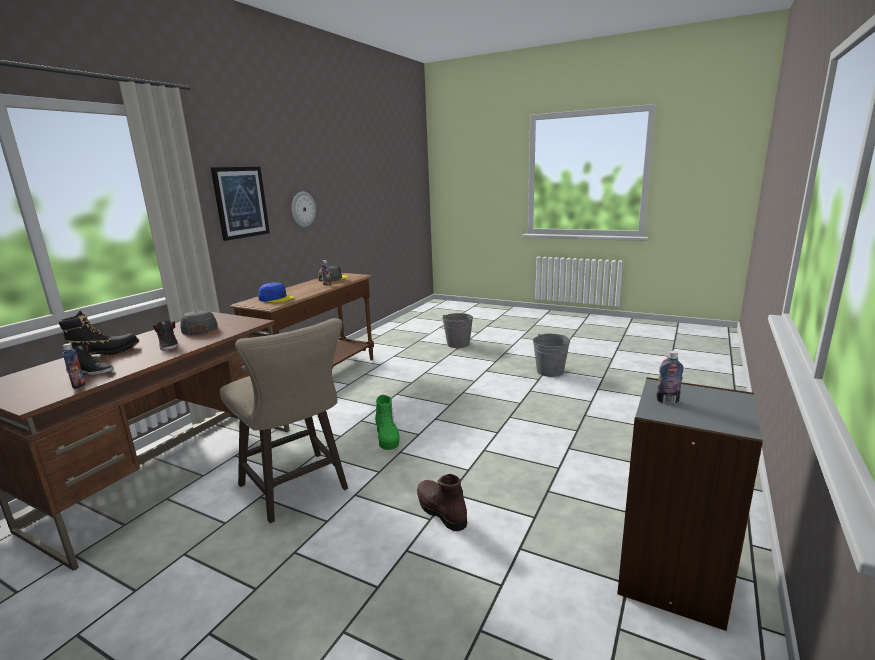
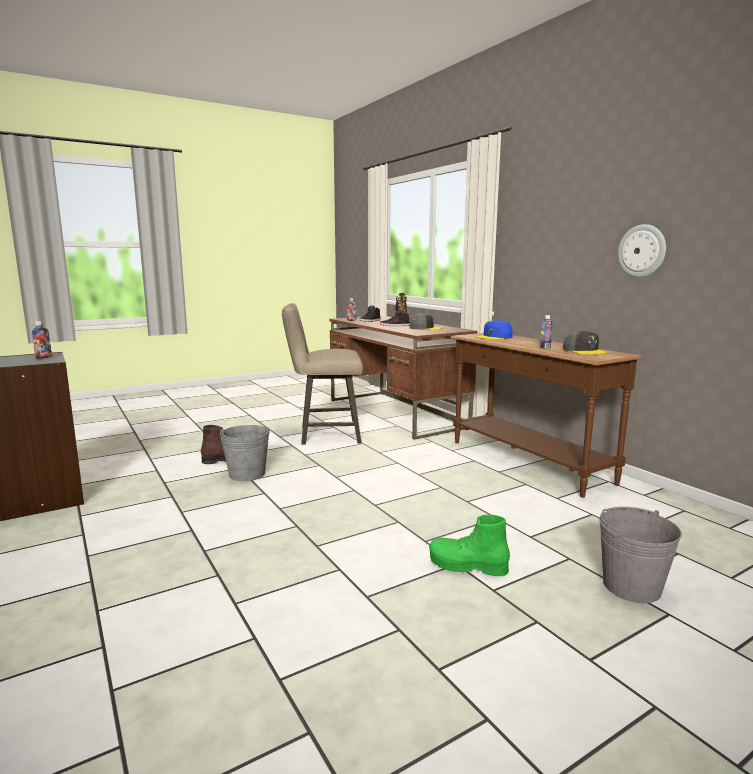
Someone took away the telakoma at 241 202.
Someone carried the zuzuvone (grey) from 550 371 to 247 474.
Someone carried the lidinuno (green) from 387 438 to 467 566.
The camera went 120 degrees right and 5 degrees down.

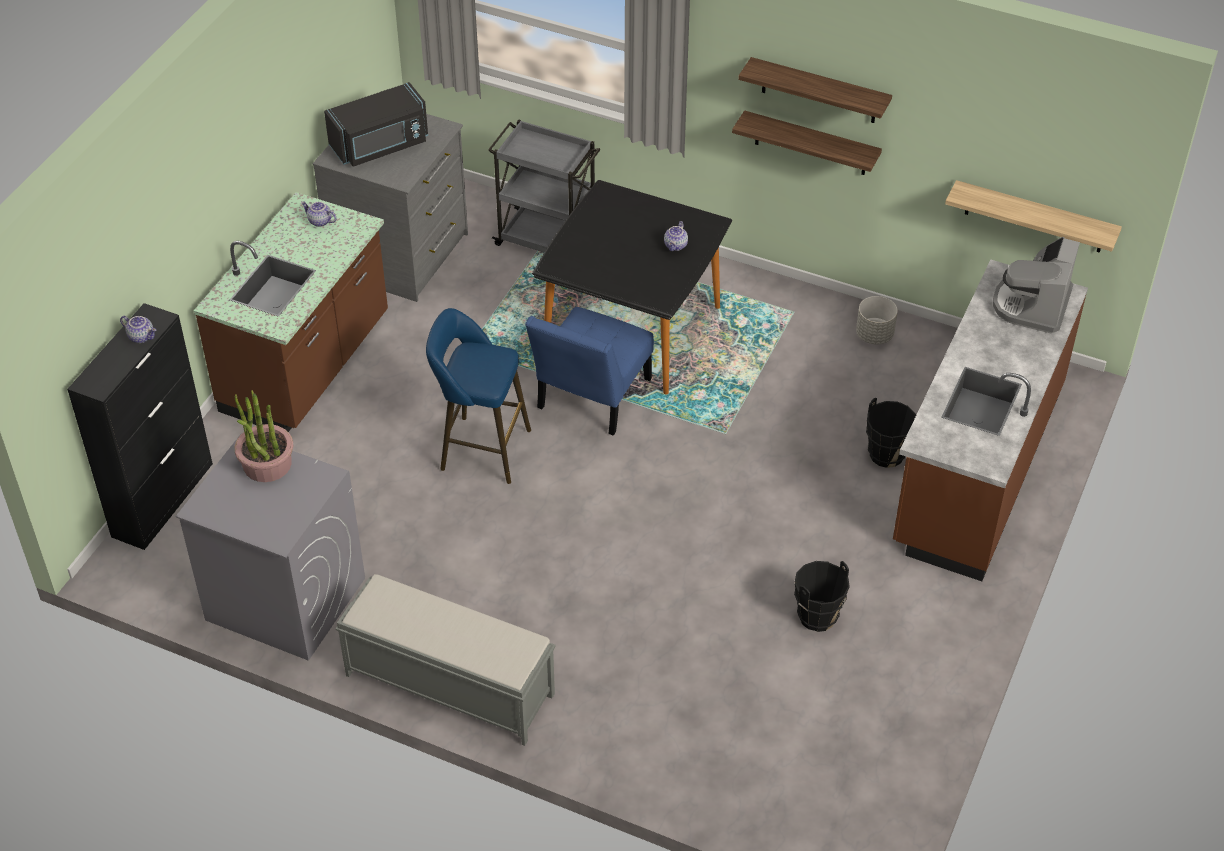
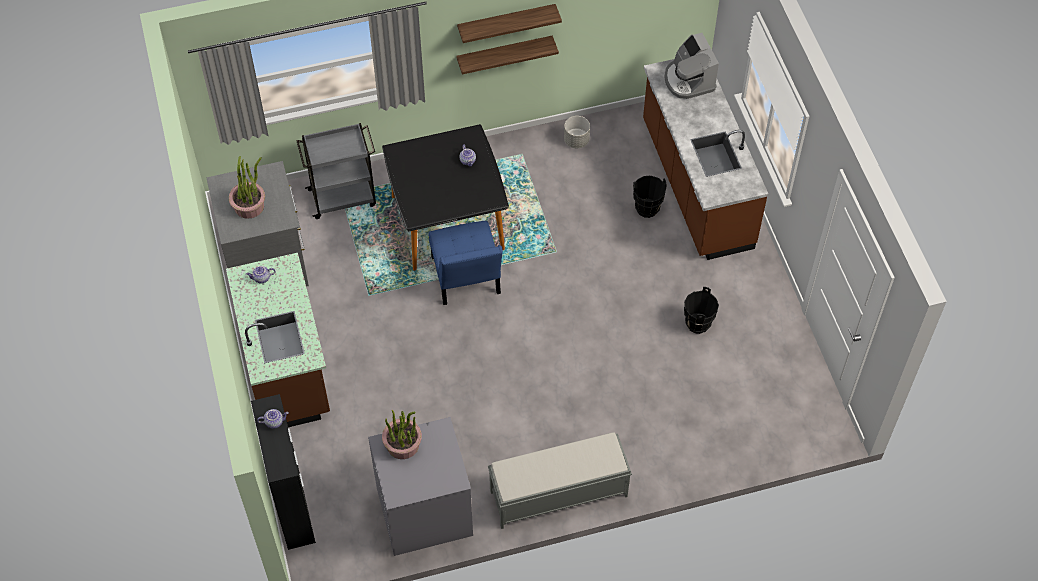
Someone swapped the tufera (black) at 380 145 for the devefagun at 249 206.
Someone took away the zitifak at 1034 217.
Someone took away the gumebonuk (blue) at 480 449.
The camera went 40 degrees left and 10 degrees up.

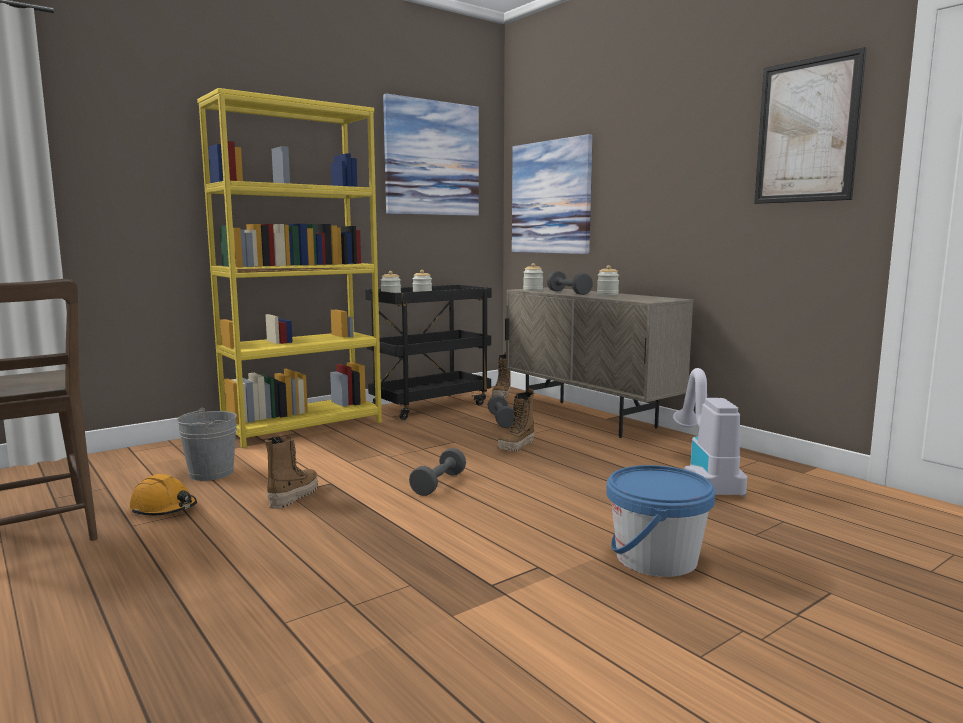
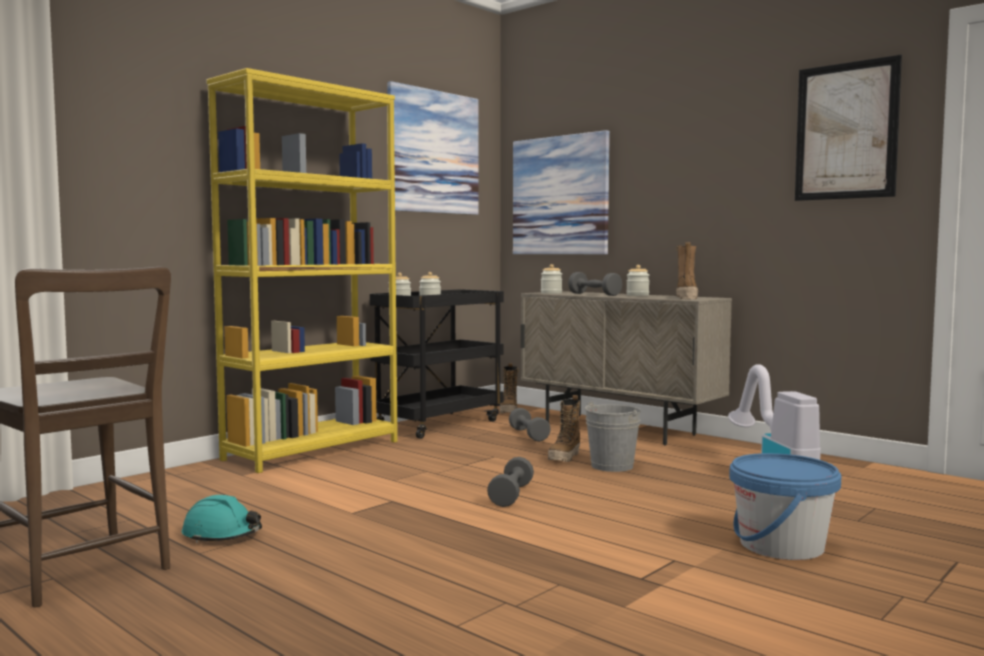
Someone carried the zuzuvone (grey) from 211 473 to 612 466.
Someone carried the lidinuno from 293 496 to 686 298.
Someone repainted the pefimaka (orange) at 164 509, which became the pefimaka (turquoise) at 222 535.
The camera went 10 degrees left and 5 degrees down.

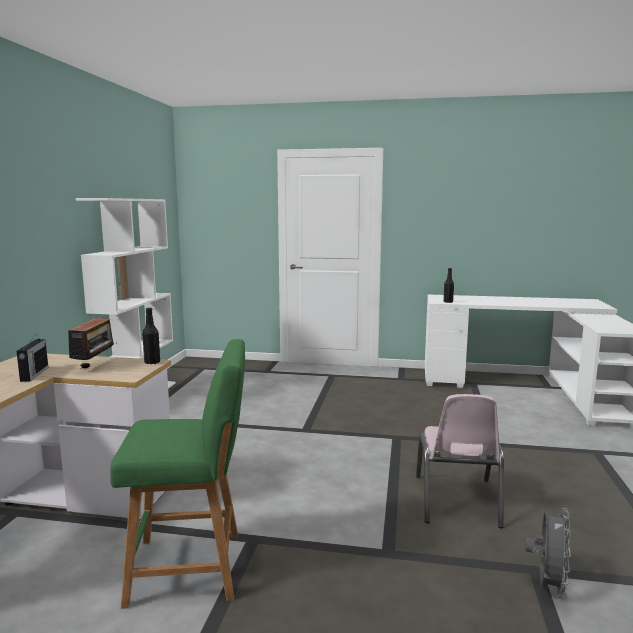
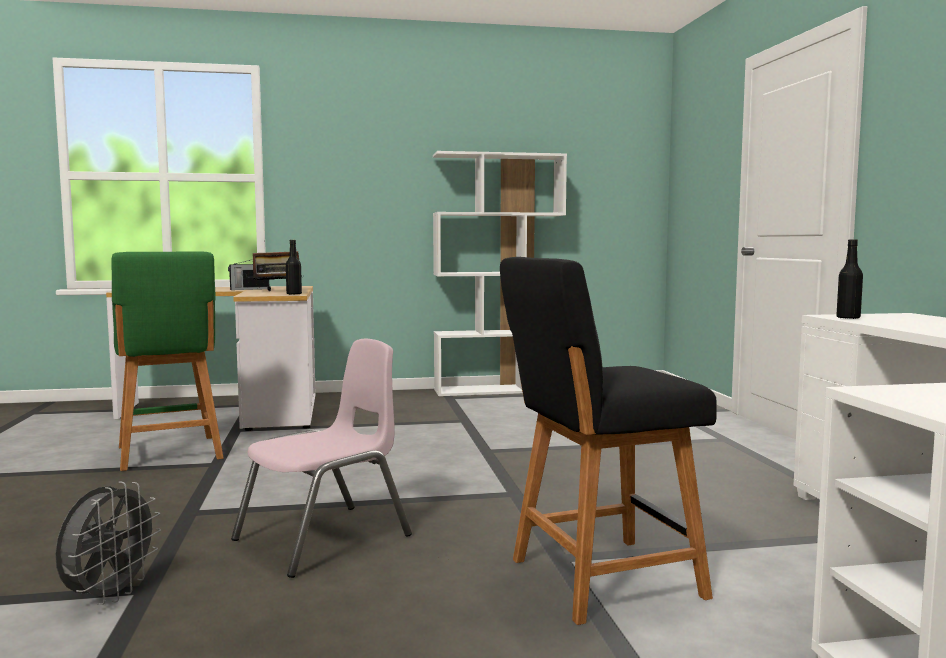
Someone rotated the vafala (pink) at 456 500 by 150 degrees clockwise.
Someone rotated the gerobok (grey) at 547 585 by 75 degrees counterclockwise.
Someone put down the gumebonuk (black) at 597 580.
The camera went 70 degrees right and 5 degrees down.

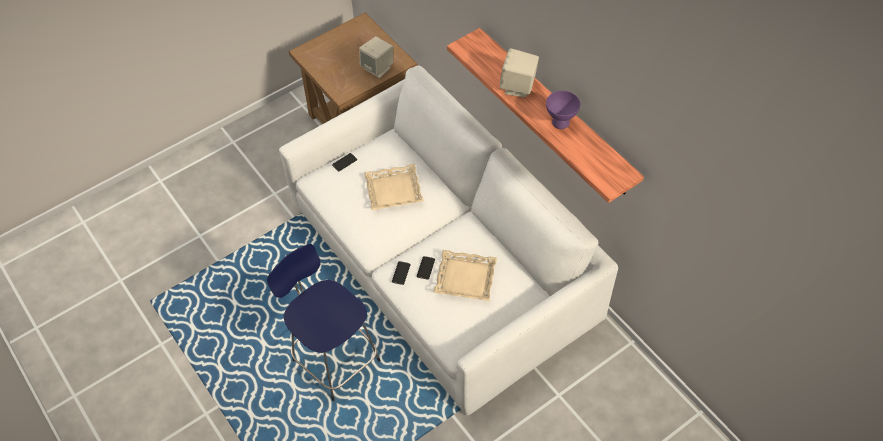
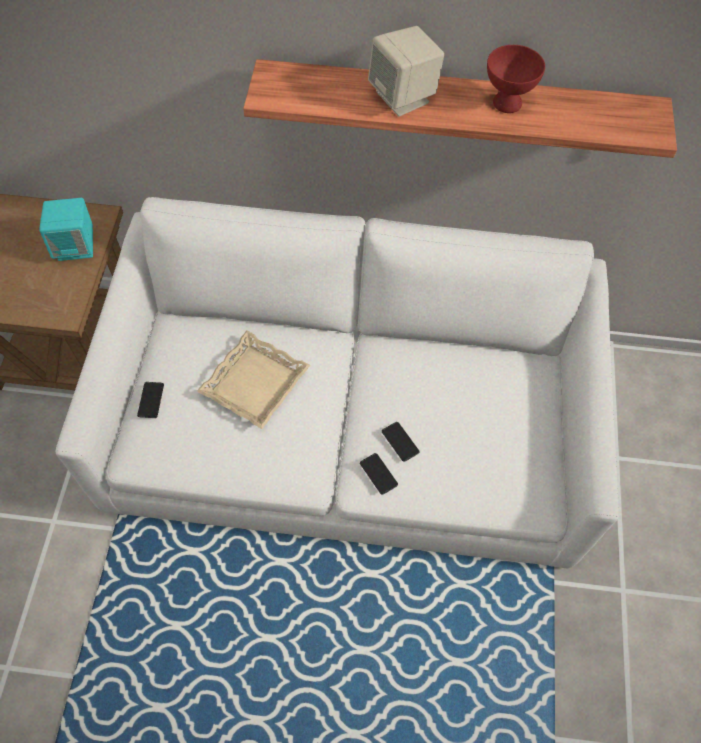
Someone repainted the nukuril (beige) at 378 68, which became the nukuril (turquoise) at 76 247.
Someone repainted the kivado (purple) at 560 122, which became the kivado (red) at 506 103.
Someone took away the gumebonuk (blue) at 334 358.
Someone took away the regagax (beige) at 465 278.
The camera went 50 degrees left and 5 degrees up.

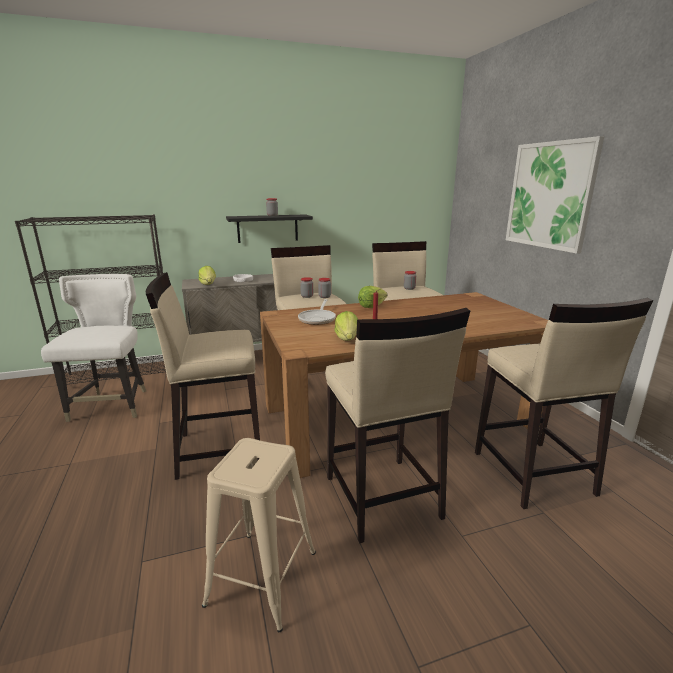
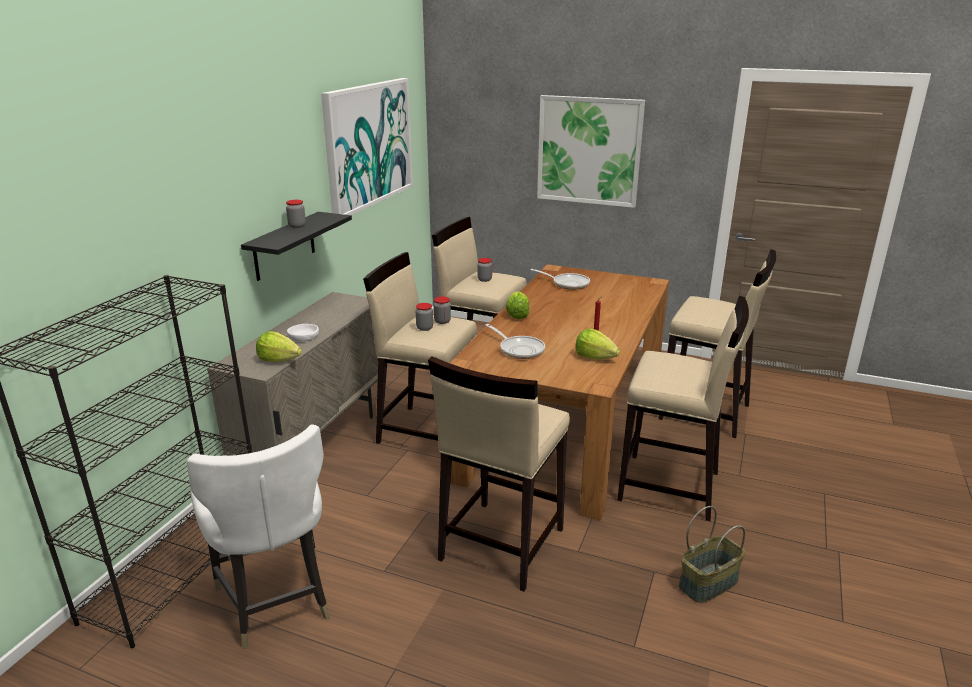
Someone rotated the vafala (white) at 112 406 by 150 degrees counterclockwise.
Someone swapped the gumebonuk (beige) at 262 577 for the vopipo at 708 582.
Someone put up the telakoma at 369 145.
Someone put down the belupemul at 568 283.
The camera went 50 degrees left and 5 degrees up.

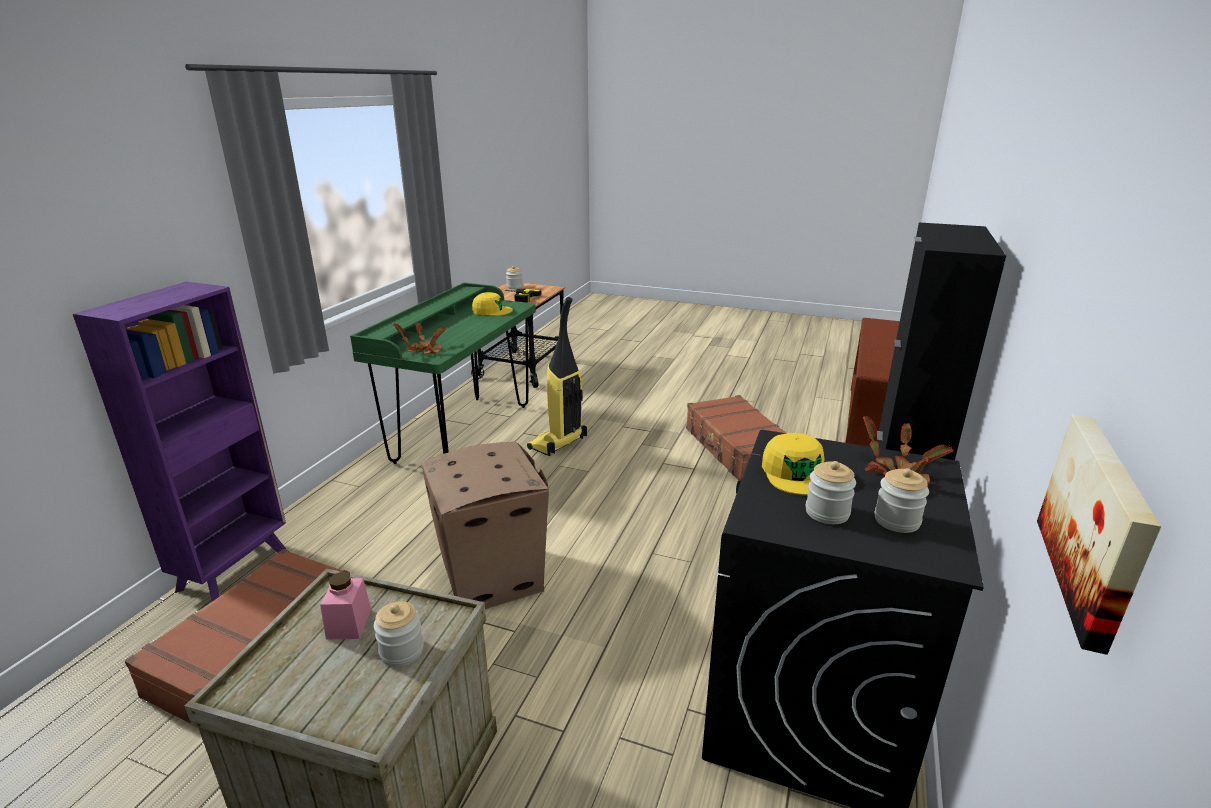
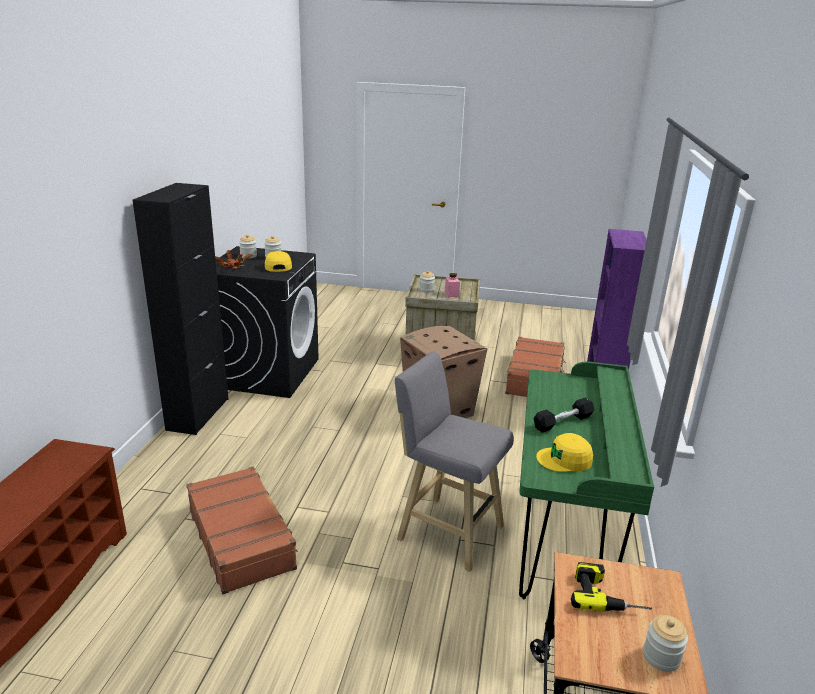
Someone swapped the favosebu at 558 443 for the gumebonuk (grey) at 446 530.
Someone took away the devefagun at 424 350.
Someone took away the telakoma at 1100 525.
Someone put down the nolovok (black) at 563 422.
The camera went 170 degrees right and 0 degrees up.

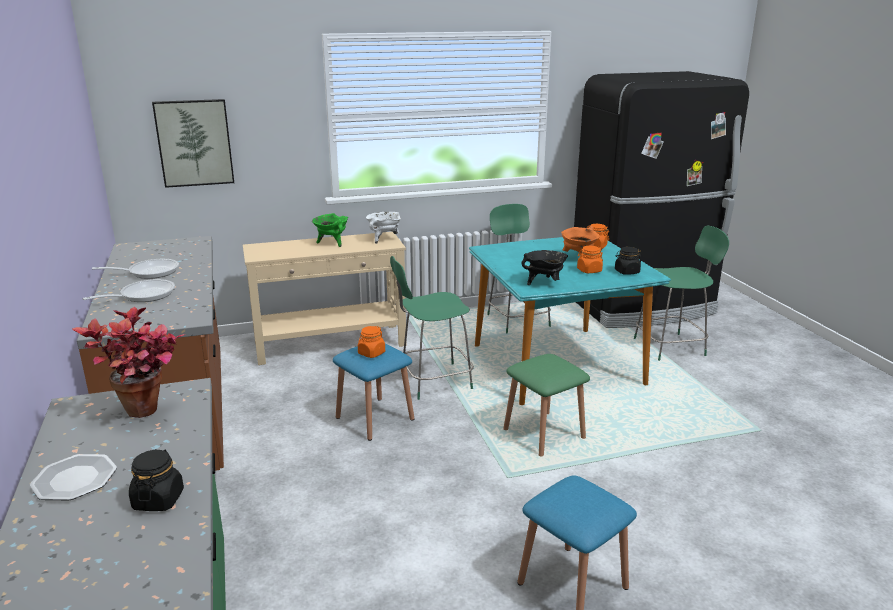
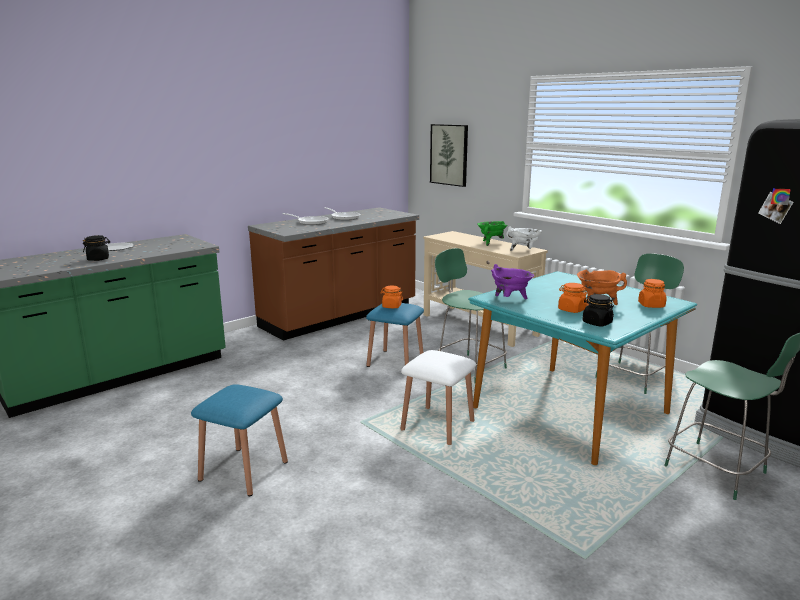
Someone repainted the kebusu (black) at 544 283, which became the kebusu (purple) at 510 300.
Someone took away the devefagun at 148 415.
Someone repainted the gumebonuk (green) at 544 434, which became the gumebonuk (white) at 437 426.
The camera went 65 degrees right and 5 degrees down.

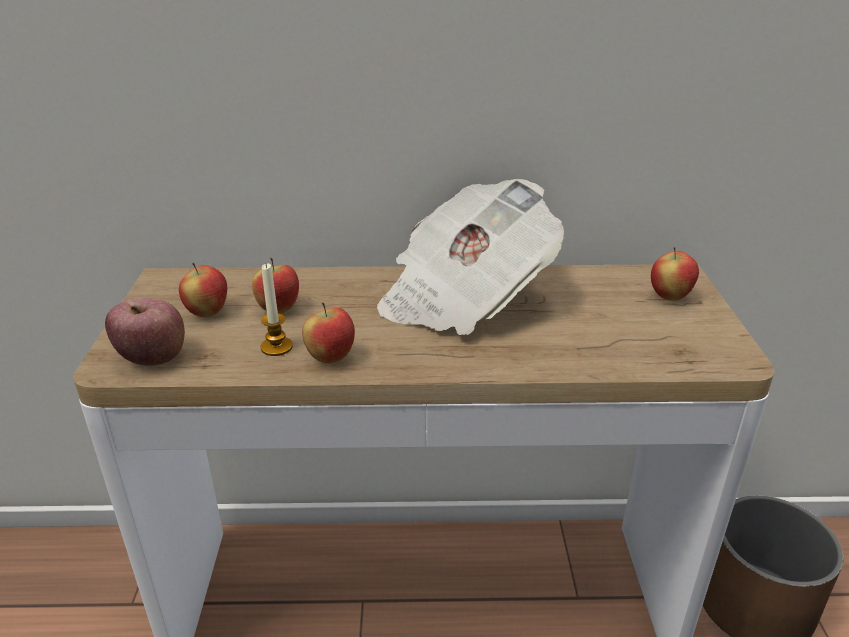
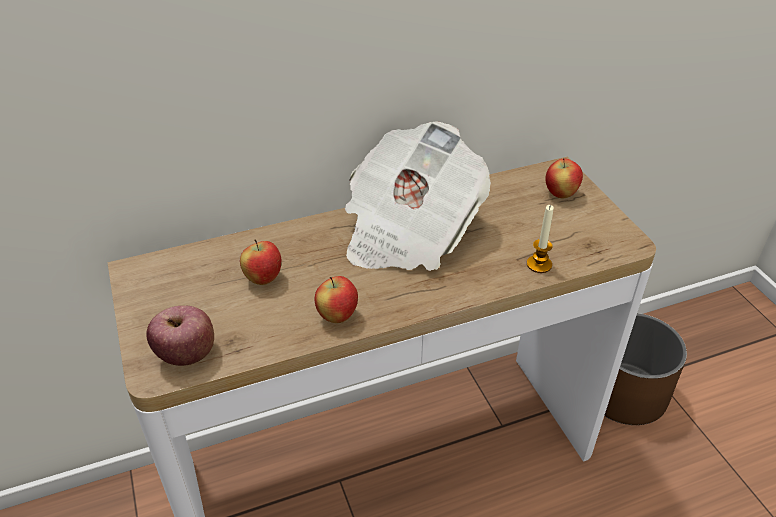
Someone took away the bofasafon at 207 313.
Someone carried the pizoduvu from 276 347 to 539 264.
The camera went 20 degrees left and 10 degrees up.

